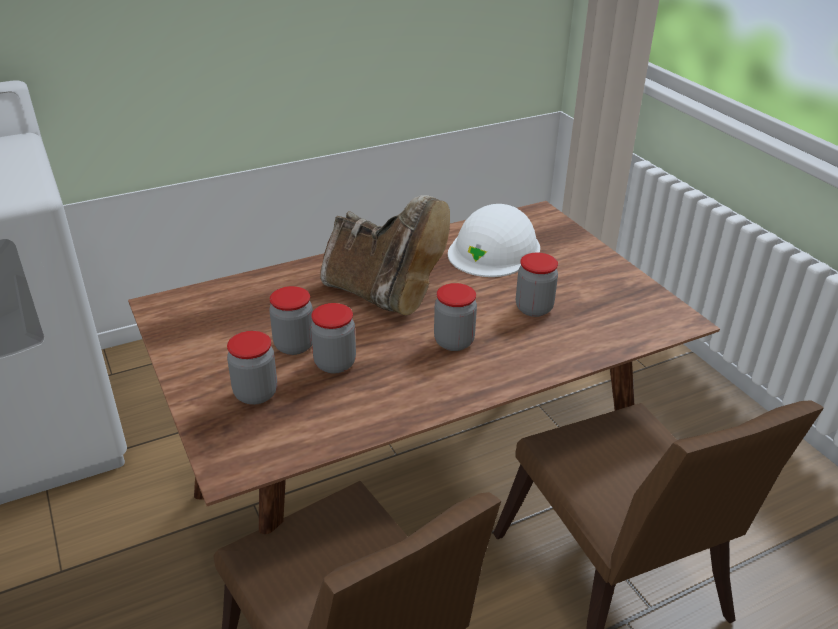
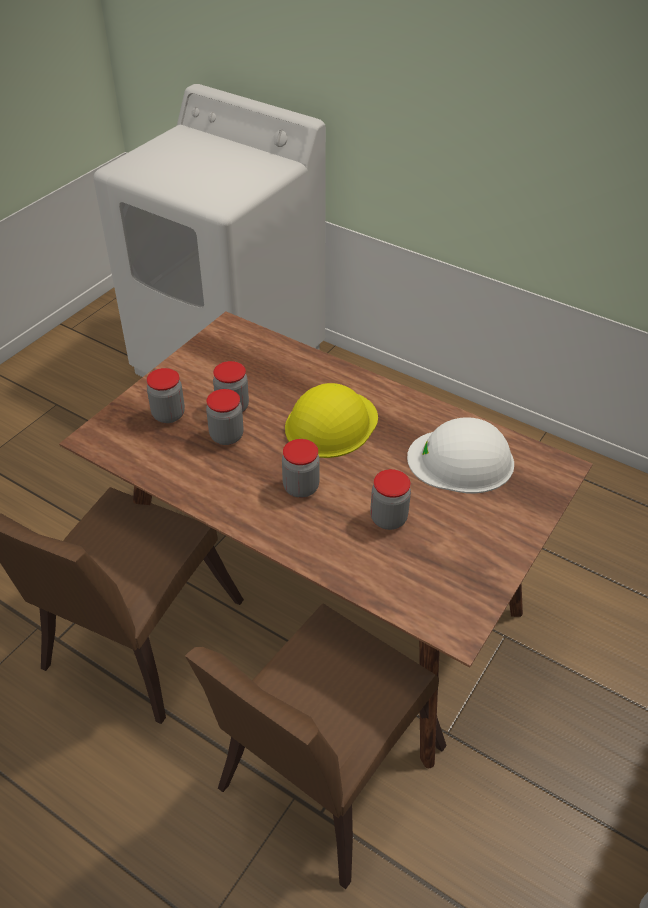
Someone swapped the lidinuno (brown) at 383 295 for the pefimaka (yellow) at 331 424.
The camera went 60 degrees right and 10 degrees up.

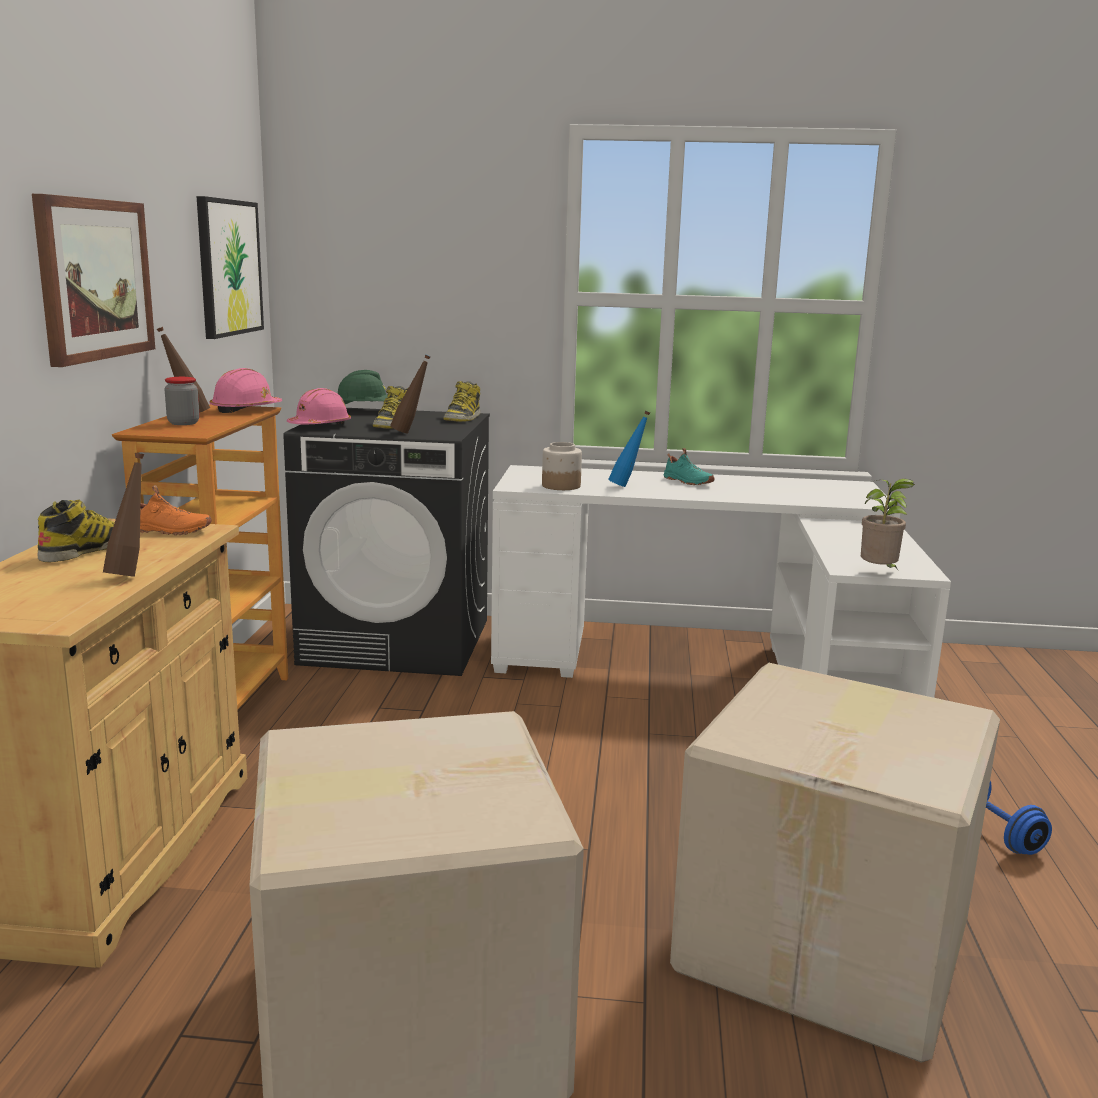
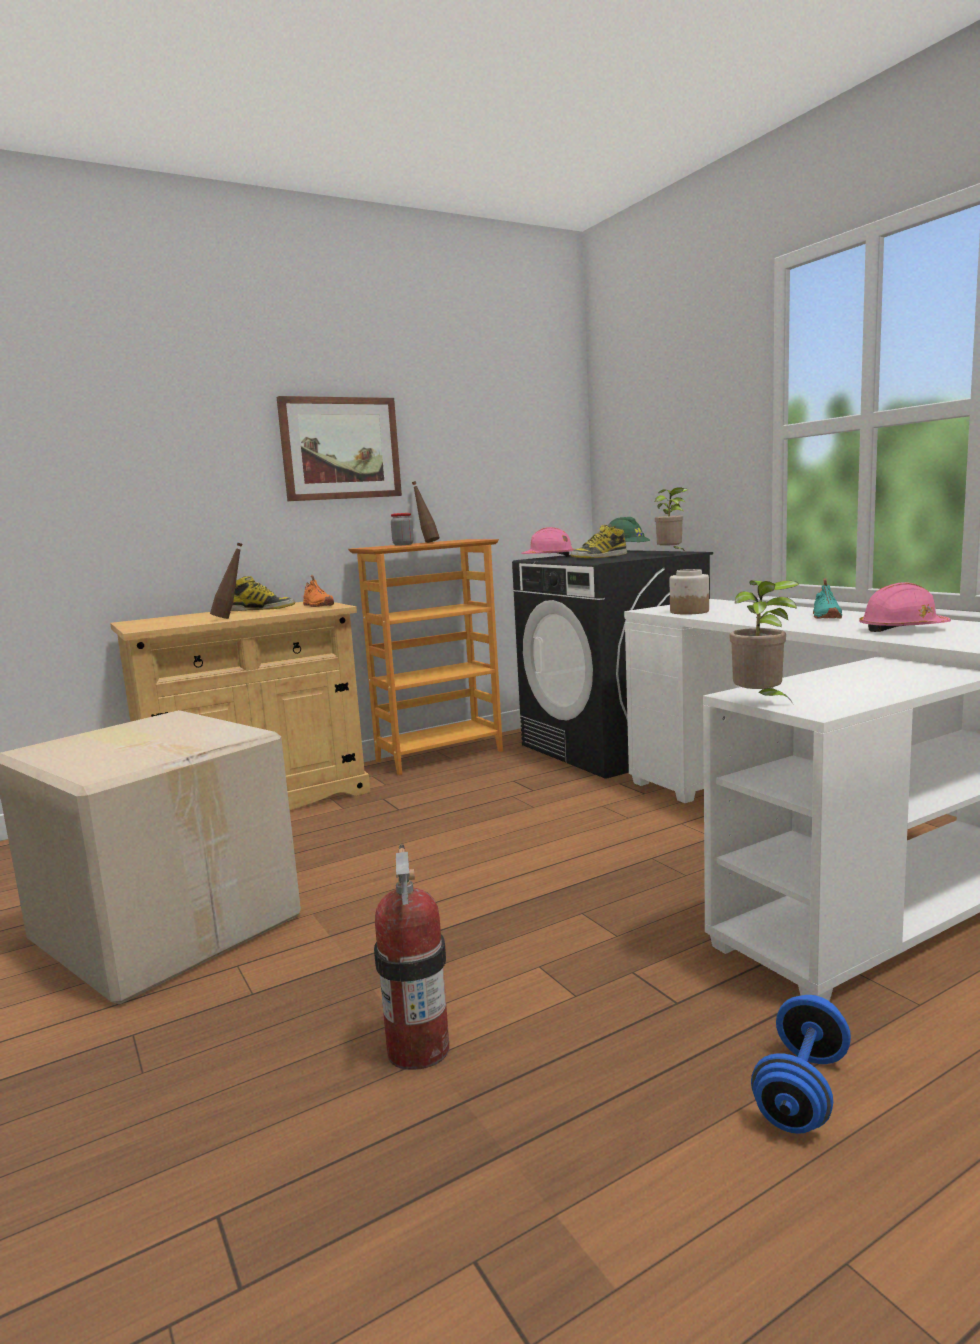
Someone took away the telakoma at 228 267.
Someone took away the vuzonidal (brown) at 410 433.
Someone carried the pefimaka (pink) from 246 410 to 902 629.
Someone swapped the lidinuno at 462 418 for the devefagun at 671 554.
Someone took away the vuzonidal (blue) at 627 486.
Someone swapped the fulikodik at 828 944 for the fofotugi at 418 1048.
The camera went 55 degrees right and 5 degrees down.

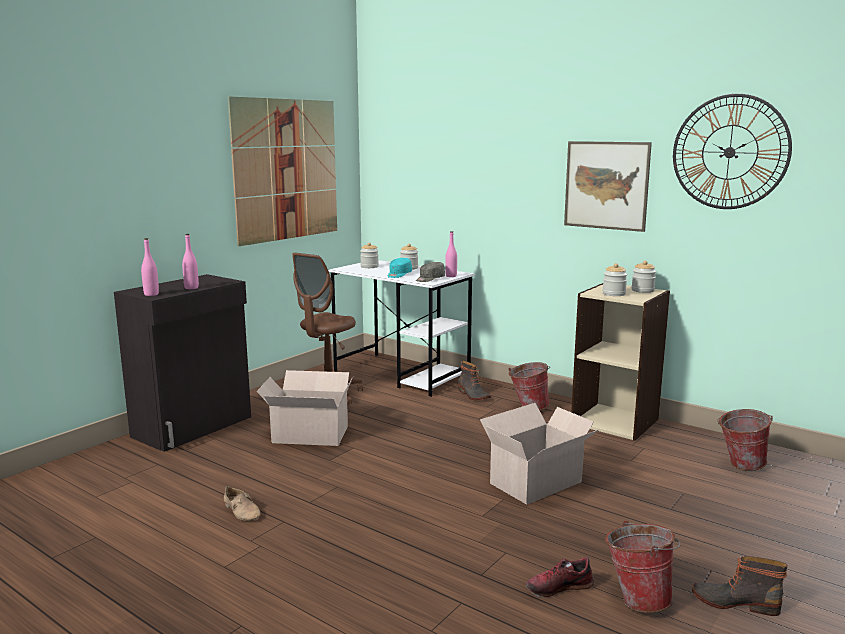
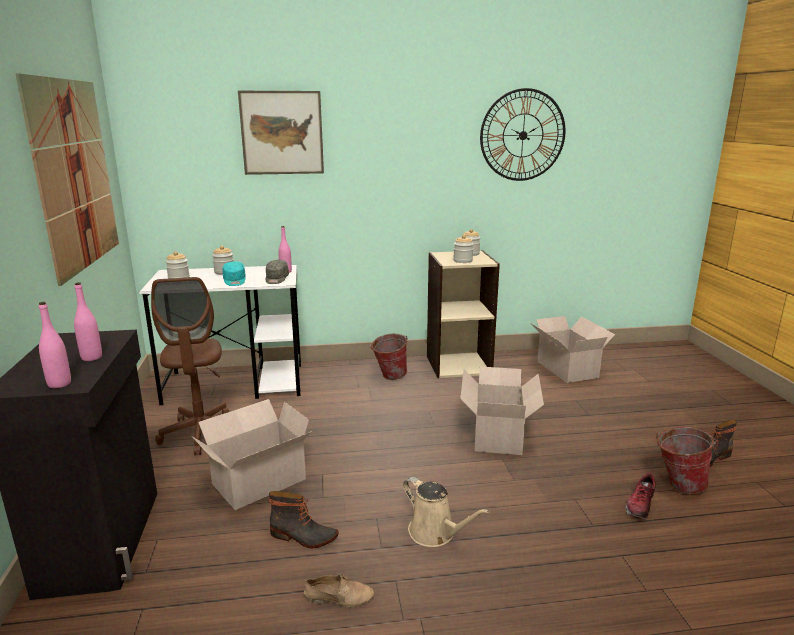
Someone carried the telakoma from 606 185 to 282 133.
Someone carried the lidinuno from 473 395 to 303 537.
Someone swapped the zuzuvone at 739 465 for the fulikodik at 566 368.
Someone put down the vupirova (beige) at 435 533.
The camera went 45 degrees left and 5 degrees up.

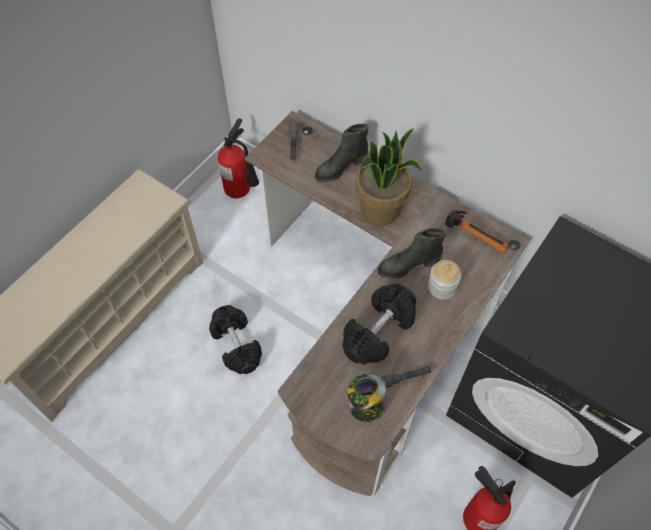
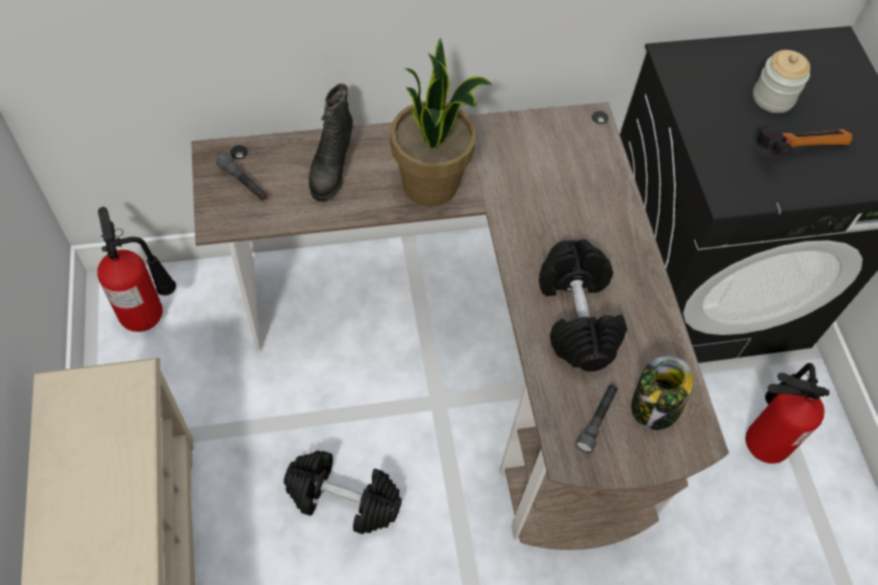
Someone carried the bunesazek from 476 236 to 795 147.
Someone took away the lidinuno (black) at 408 266.
Someone carried the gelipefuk from 442 287 to 773 98.
Someone carried the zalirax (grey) from 406 378 to 597 420.
The camera went 50 degrees left and 0 degrees up.

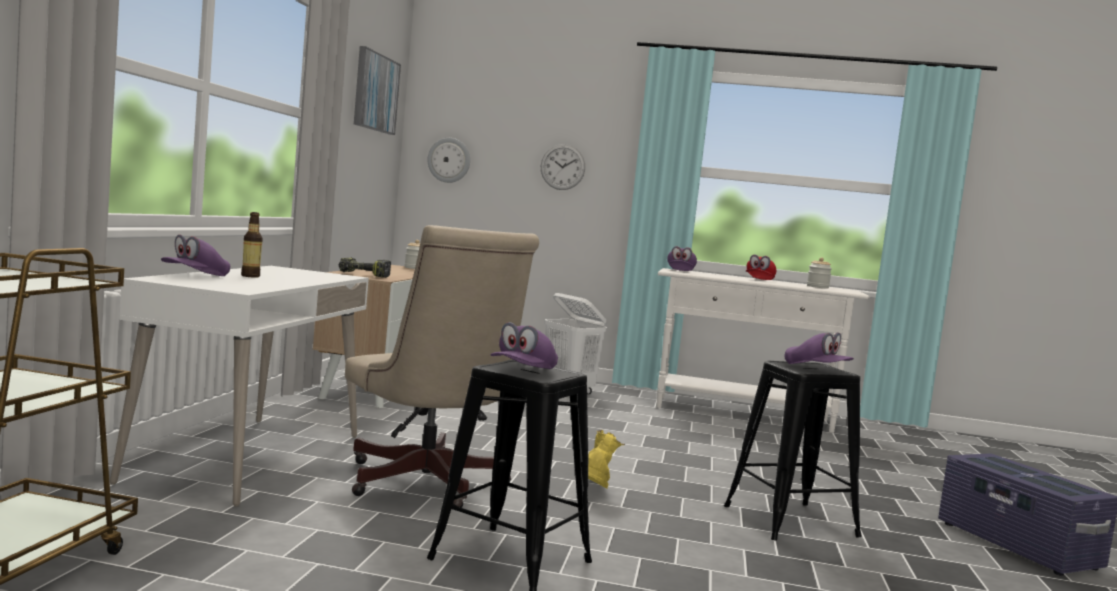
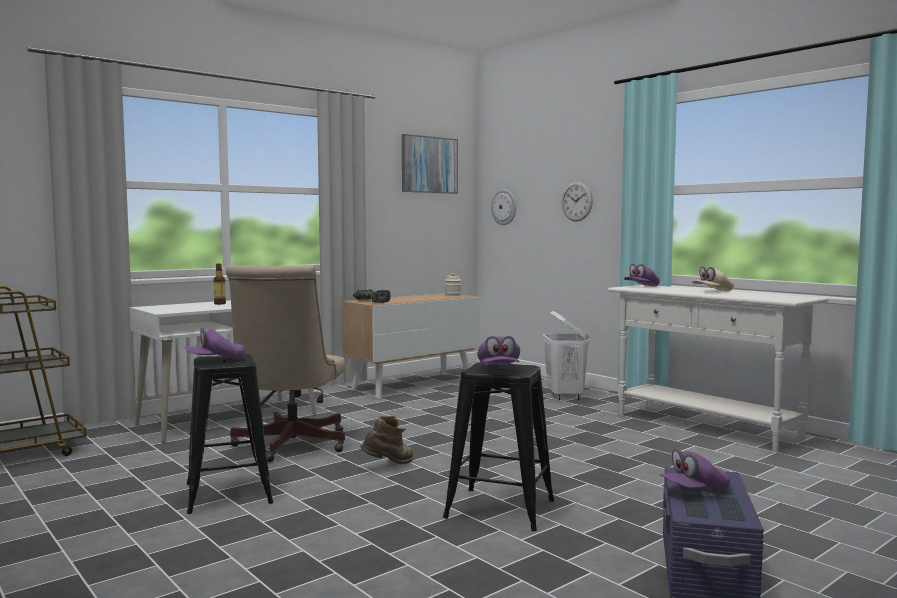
Someone carried the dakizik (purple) from 195 276 to 693 491.
Someone repainted the dakizik (red) at 759 280, which became the dakizik (beige) at 712 291.
Someone took away the gelipefuk at 817 287.
Someone repainted the lidinuno (yellow) at 594 492, which became the lidinuno (brown) at 389 465.
The camera went 40 degrees right and 0 degrees up.

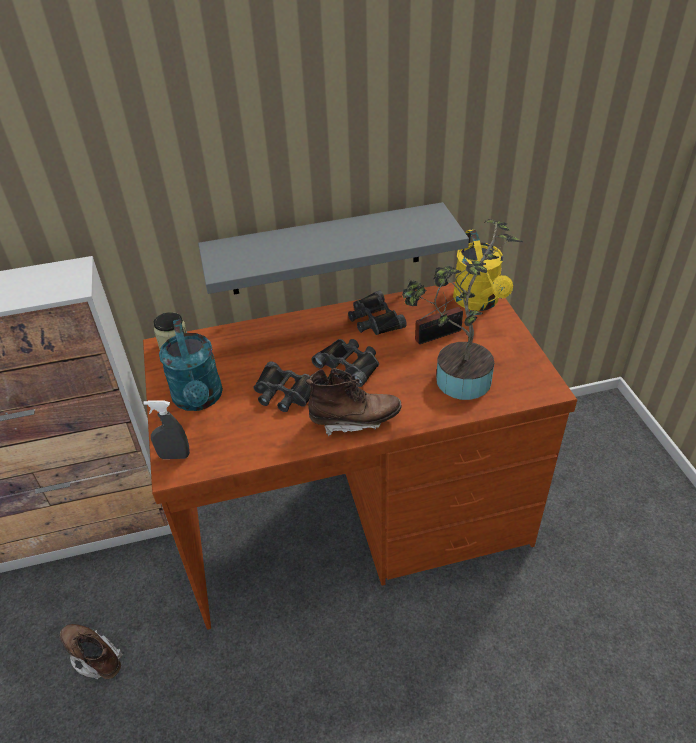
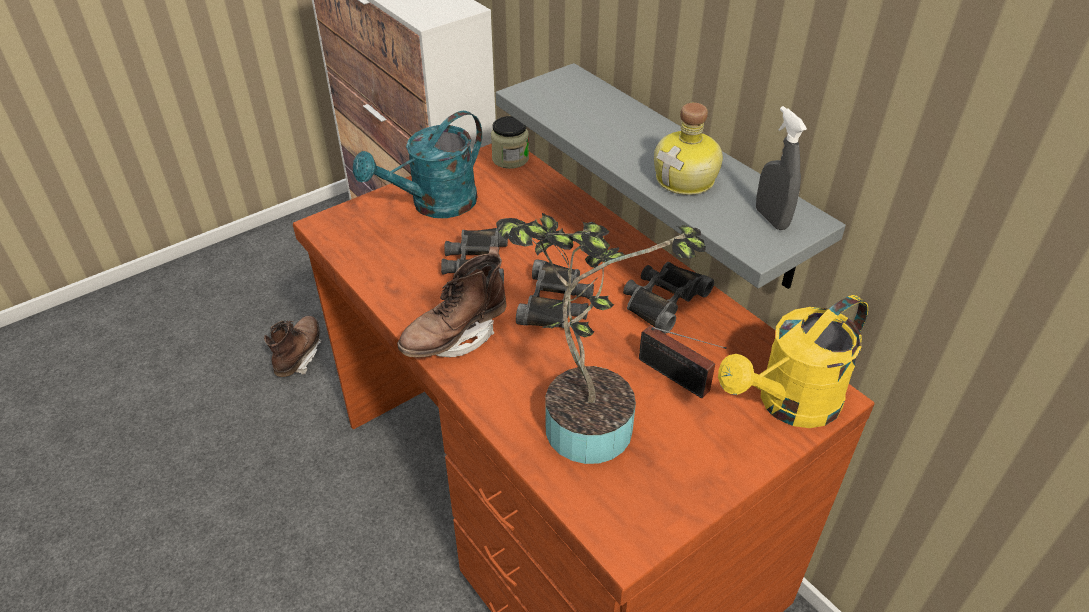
Someone rotated the lidinuno (brown) at 354 420 by 75 degrees clockwise.
Someone carried the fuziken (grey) from 174 456 to 771 219.
Someone put down the vuzonidal at 687 180.
The camera went 65 degrees right and 0 degrees up.

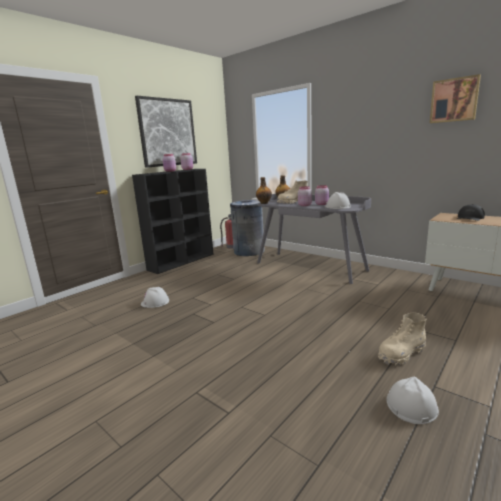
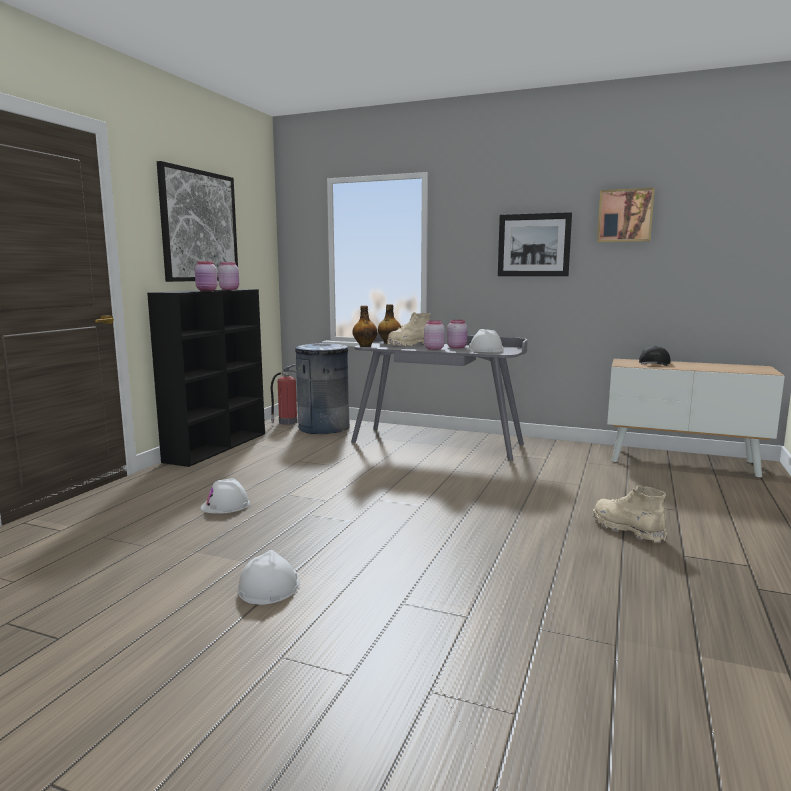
Someone rotated the lidinuno (beige) at 401 354 by 105 degrees clockwise.
Someone carried the pefimaka (white) from 411 405 to 268 587.
Someone put up the telakoma at 533 245.
The camera went 20 degrees left and 5 degrees down.

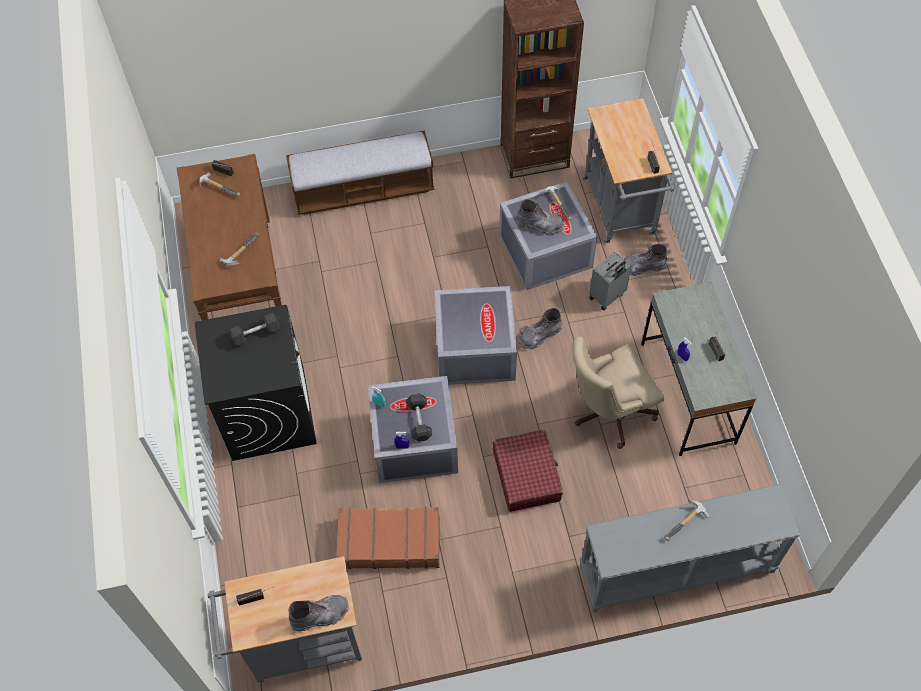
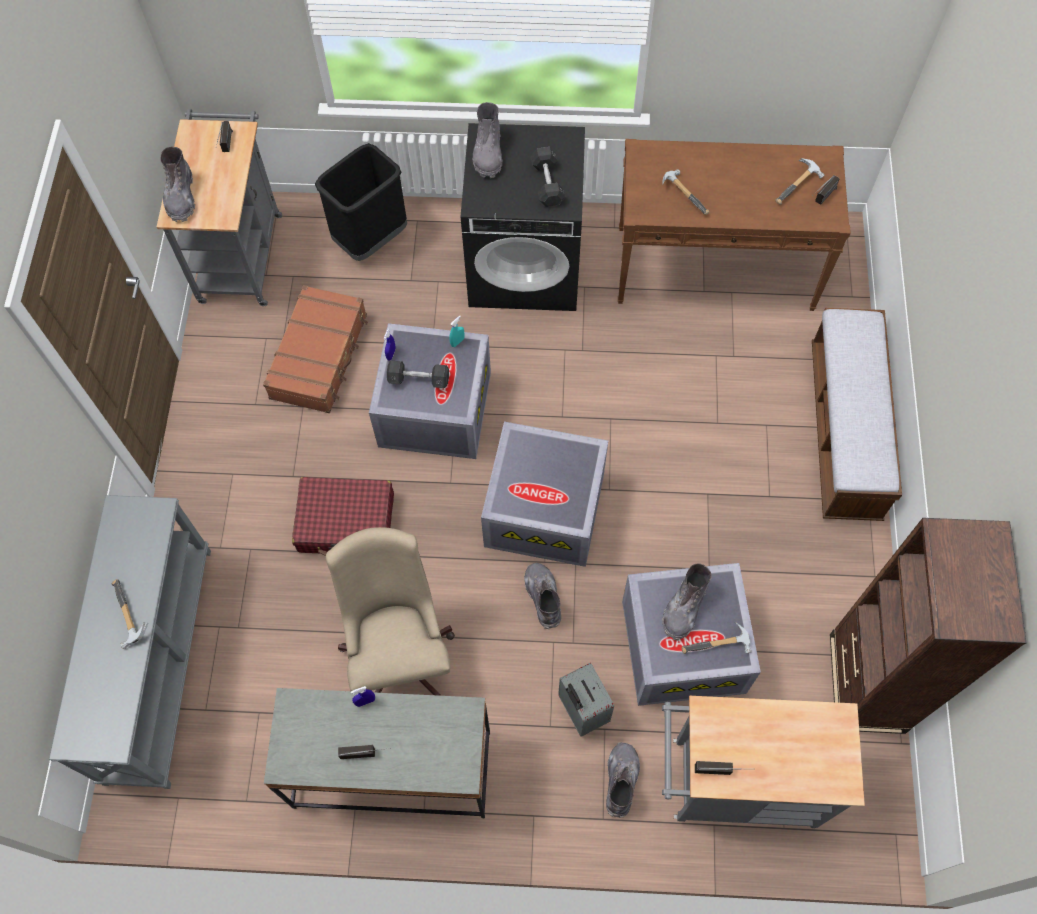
Someone put down the lidinuno (grey) at 488 153.
Someone put down the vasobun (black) at 371 238.
The camera went 105 degrees right and 5 degrees up.

